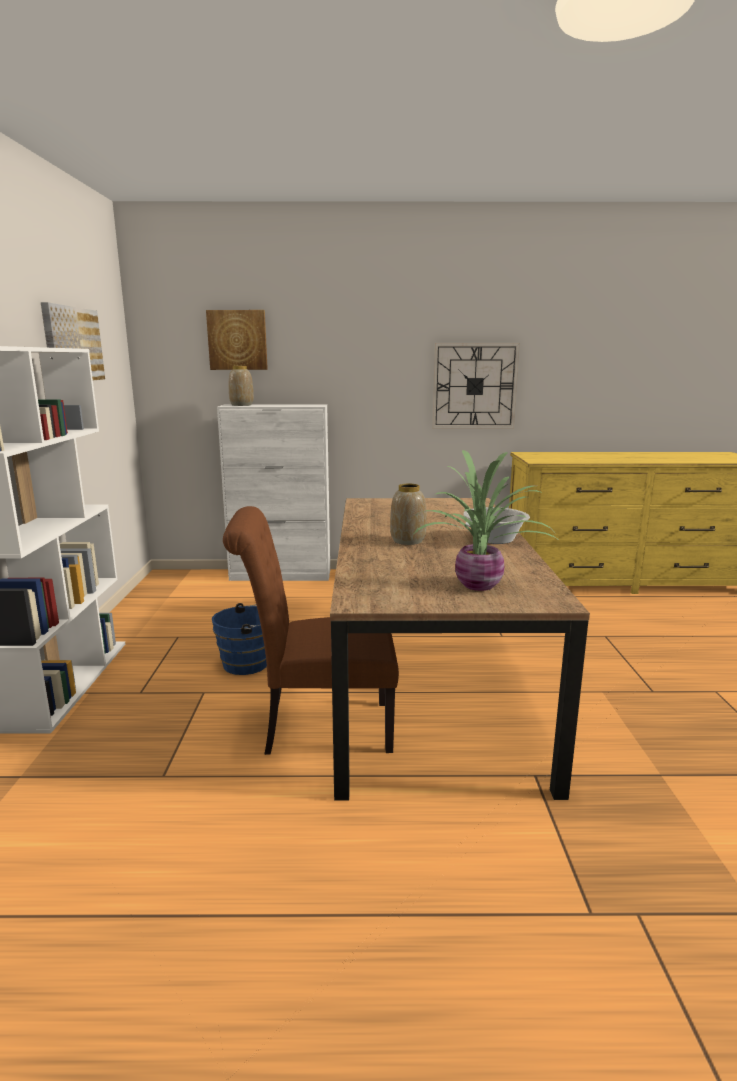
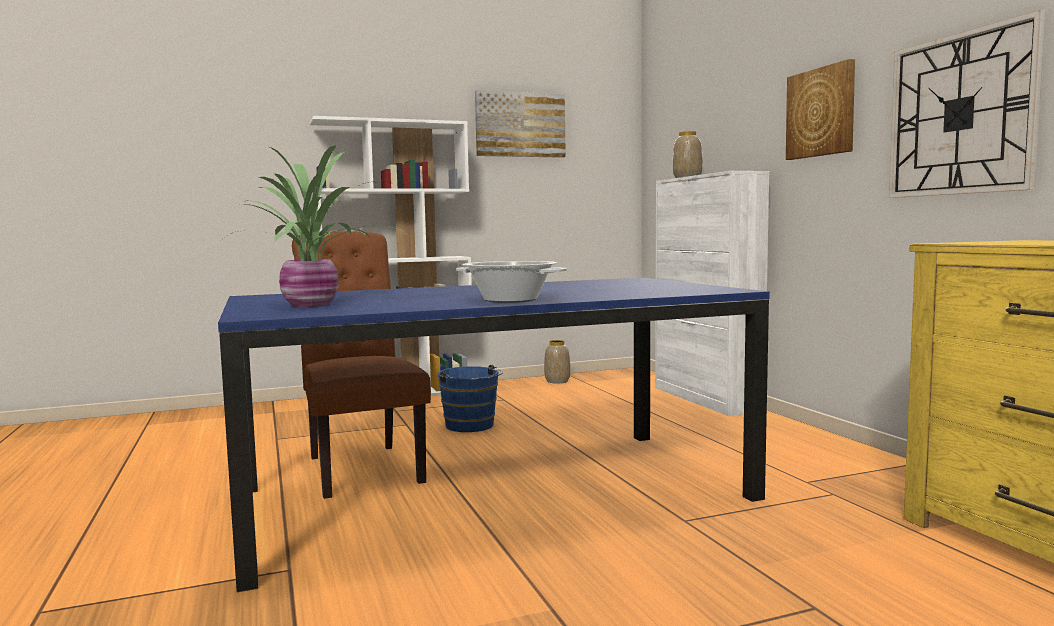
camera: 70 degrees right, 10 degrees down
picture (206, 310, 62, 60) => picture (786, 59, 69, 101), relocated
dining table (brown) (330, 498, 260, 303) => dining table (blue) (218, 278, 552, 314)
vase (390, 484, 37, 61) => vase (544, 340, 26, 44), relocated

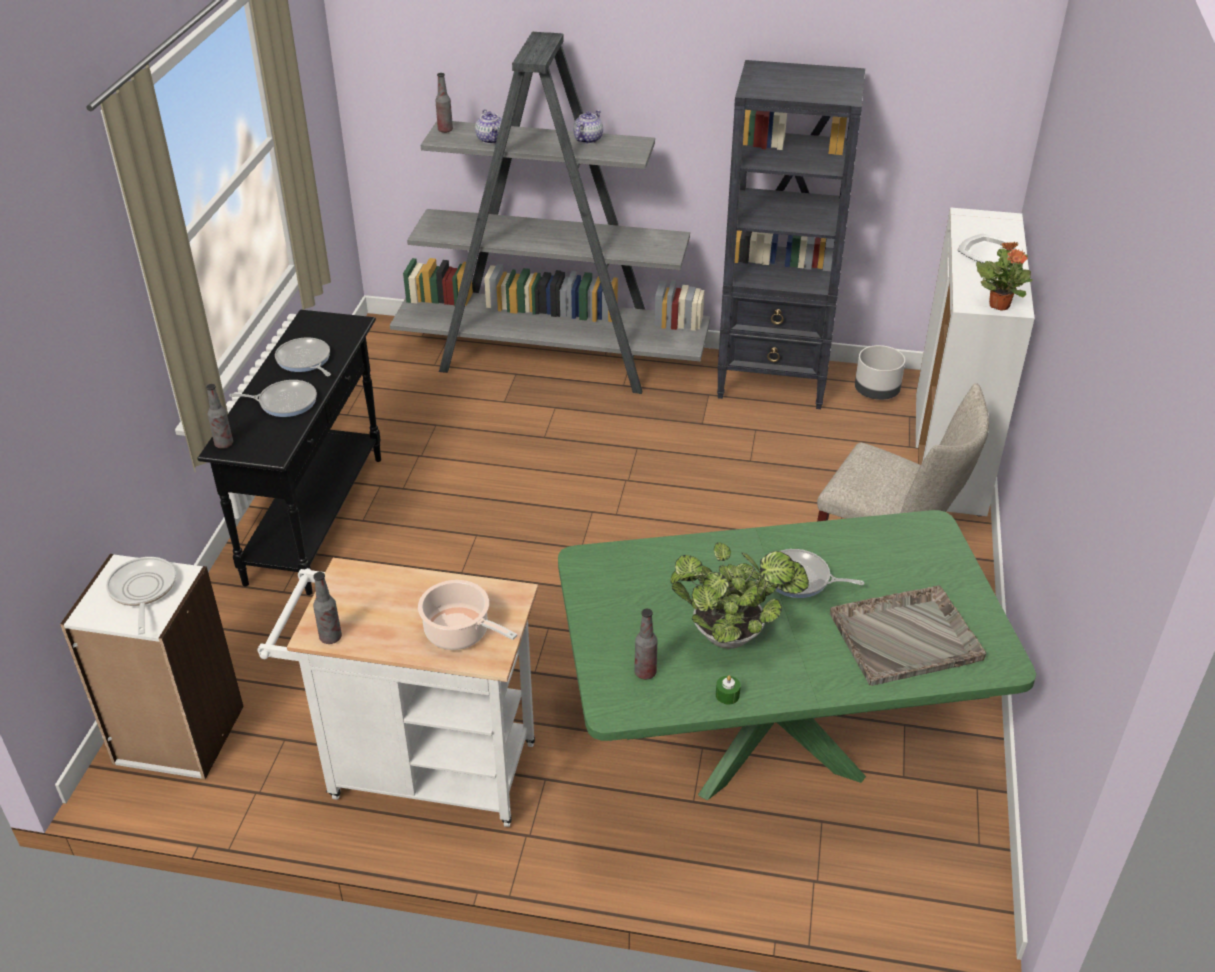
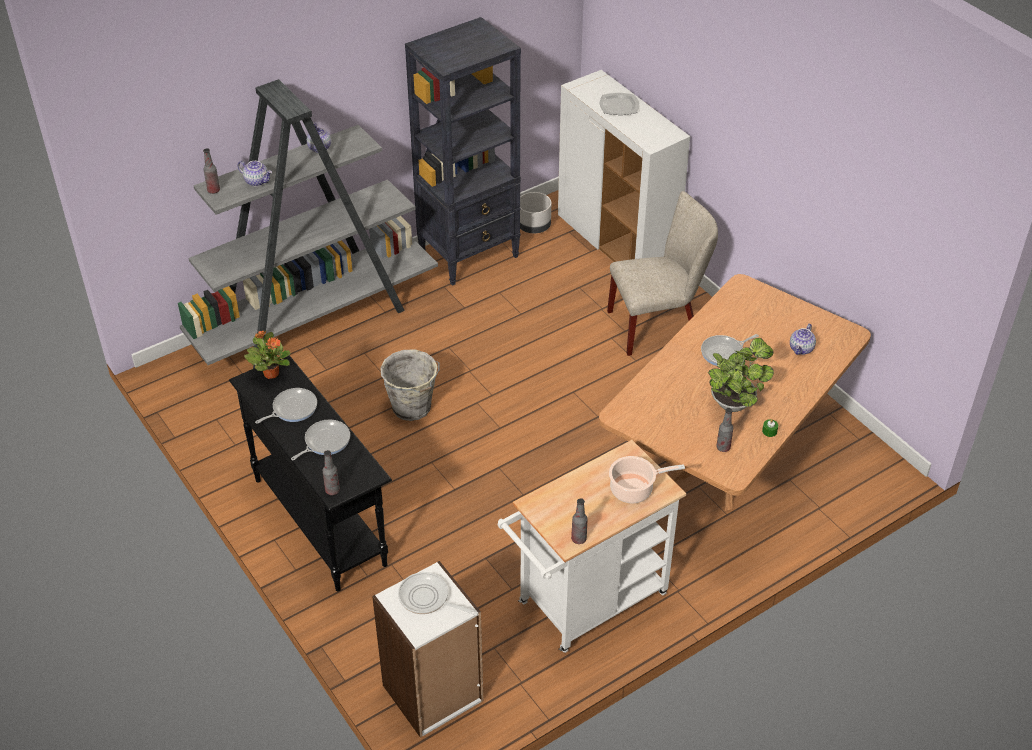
camera: 45 degrees left, 5 degrees up
frying pan (275, 338, 56, 38) => frying pan (255, 388, 62, 35), 135 degrees clockwise
dining table (green) (558, 510, 478, 290) => dining table (brown) (599, 274, 272, 236)
tray (grey) (830, 585, 156, 101) => teapot (790, 324, 26, 31)
potted plant (976, 242, 57, 68) => potted plant (244, 330, 46, 49), relocated
nothing => bucket (grey) (380, 350, 60, 71)

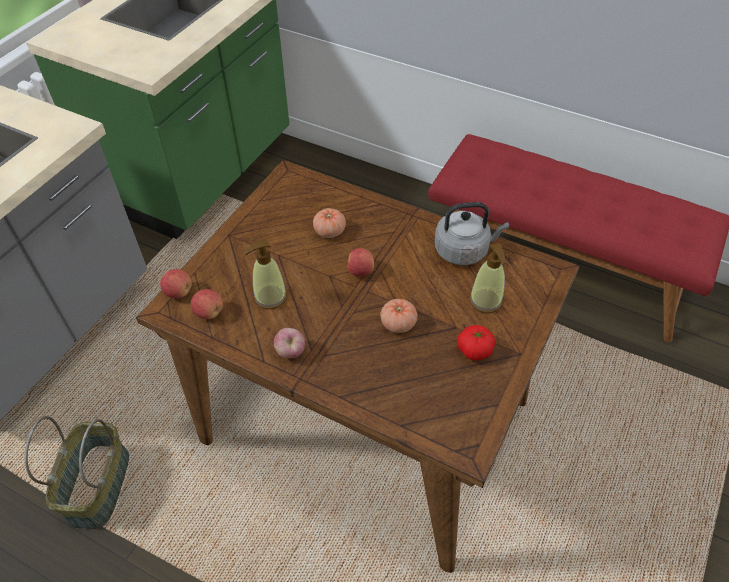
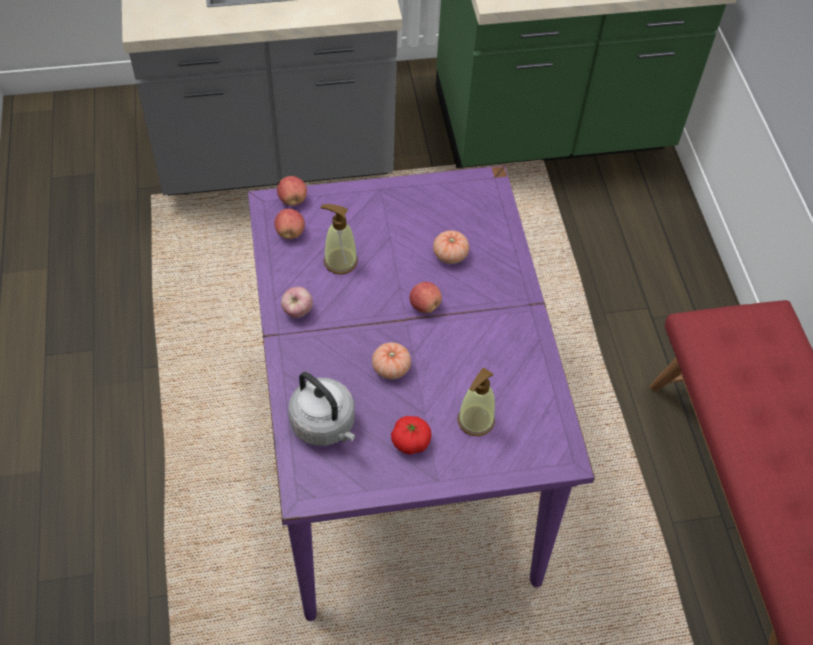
camera: 50 degrees right, 5 degrees up
basket (25, 416, 104, 113) => nothing
dining table (brown) (136, 160, 444, 413) => dining table (purple) (248, 166, 347, 455)
kettle (grey) (434, 202, 75, 63) => kettle (grey) (288, 372, 68, 74), relocated

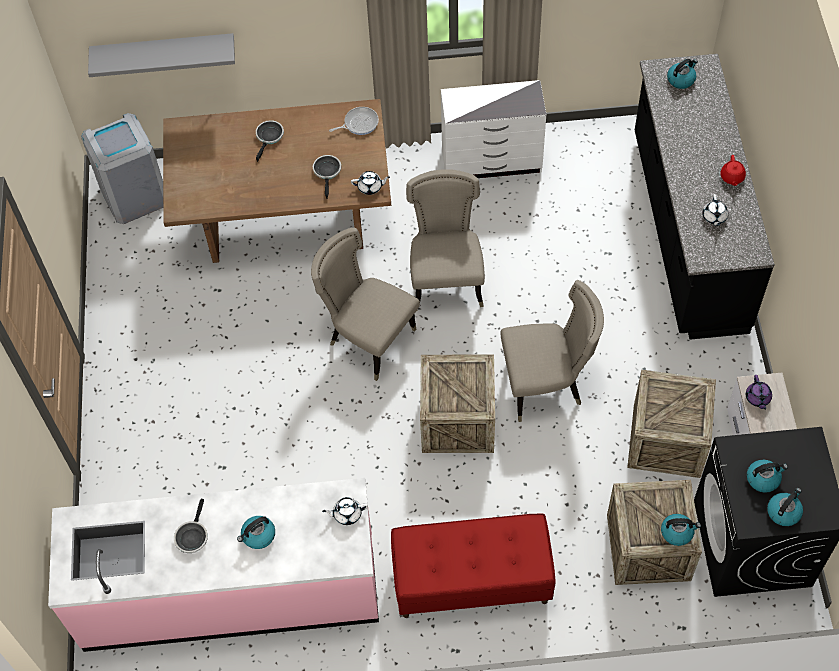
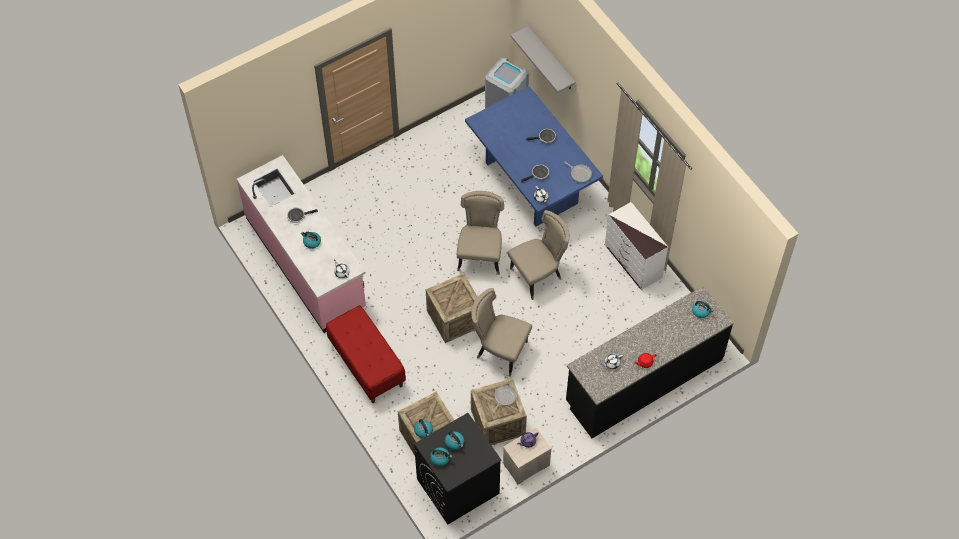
camera: 60 degrees right, 0 degrees up
dining table (brown) (163, 99, 228, 164) => dining table (blue) (465, 86, 138, 141)
chair (beige) (500, 280, 104, 142) => chair (beige) (471, 288, 61, 89), 150 degrees clockwise
nothing => frying pan (493, 385, 24, 27)

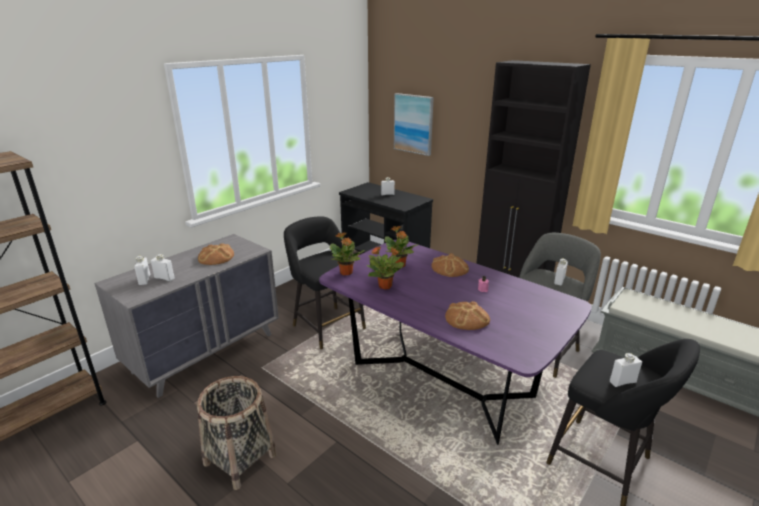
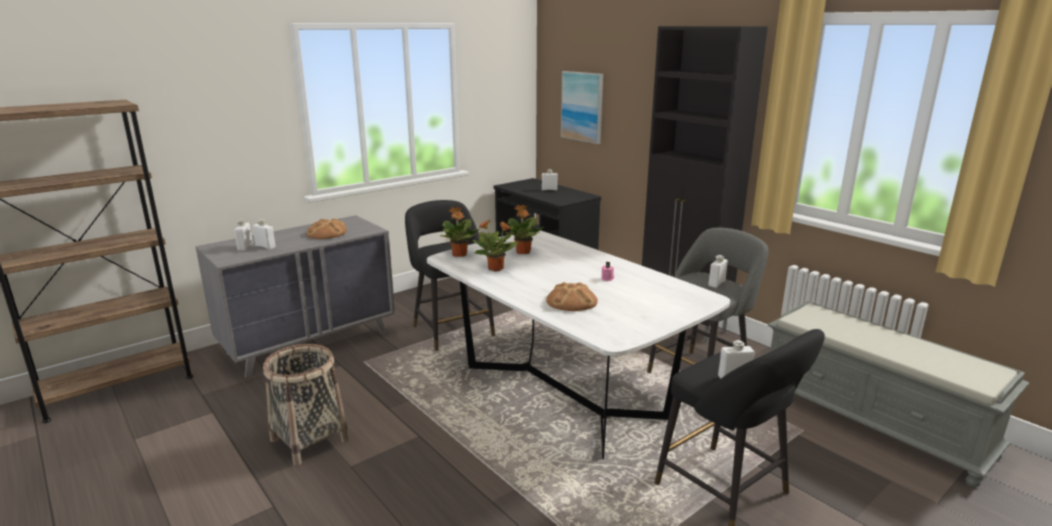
camera: 10 degrees right, 5 degrees down
dining table (purple) (319, 240, 273, 205) => dining table (white) (427, 231, 303, 228)
bread (431, 253, 38, 24) => nothing

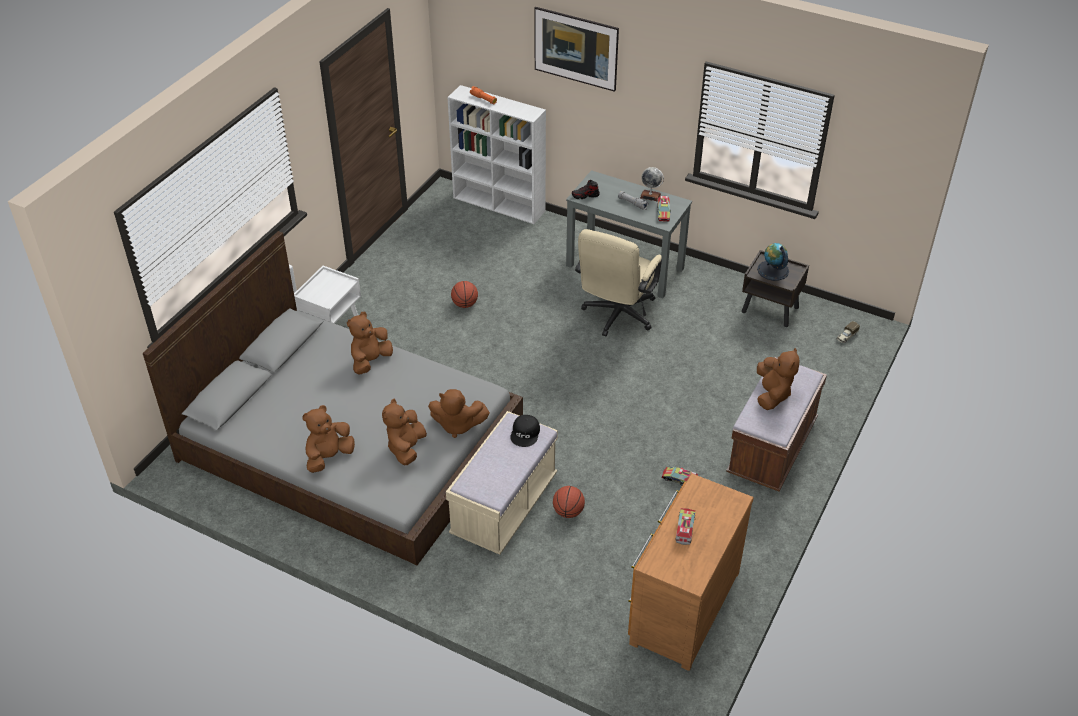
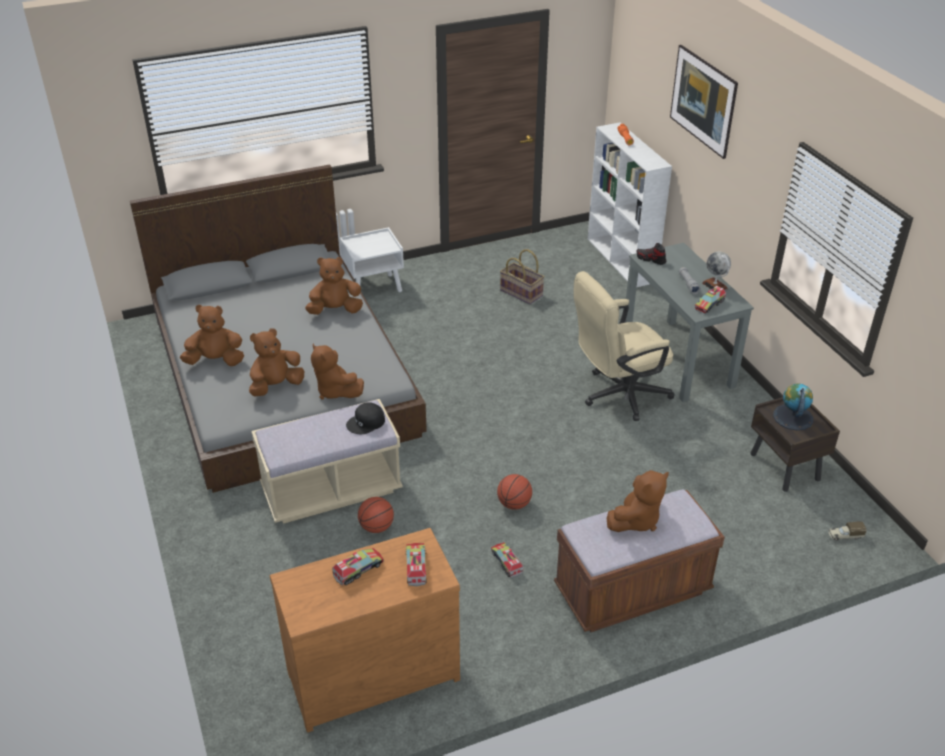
camera: 40 degrees right, 5 degrees down
basketball (451, 281, 27, 27) => basketball (497, 474, 35, 36), relocated
nothing => toy truck (405, 543, 21, 43)
nothing => basket (500, 249, 45, 55)

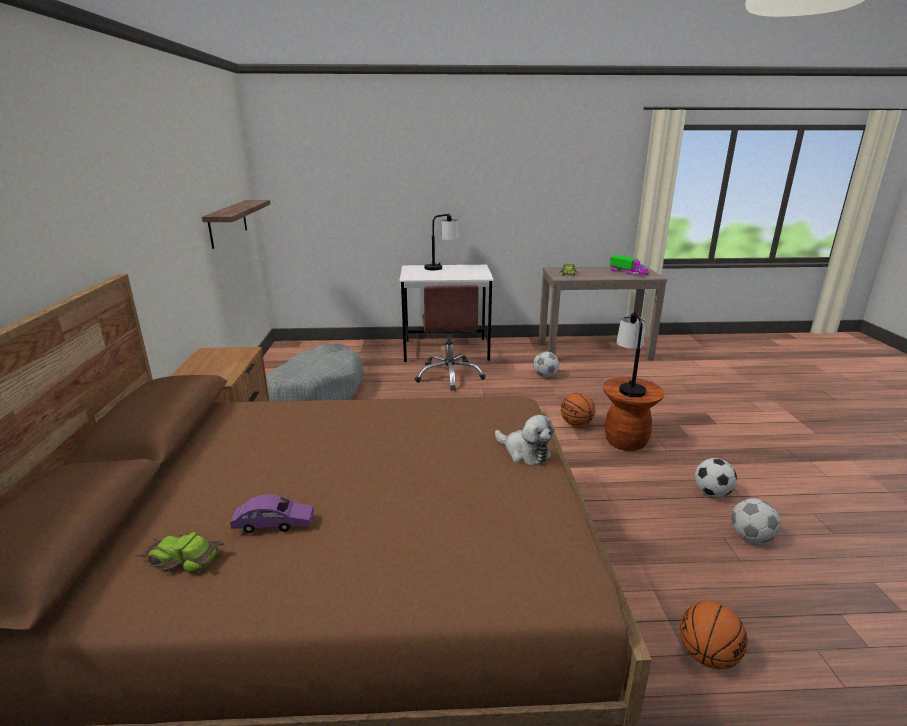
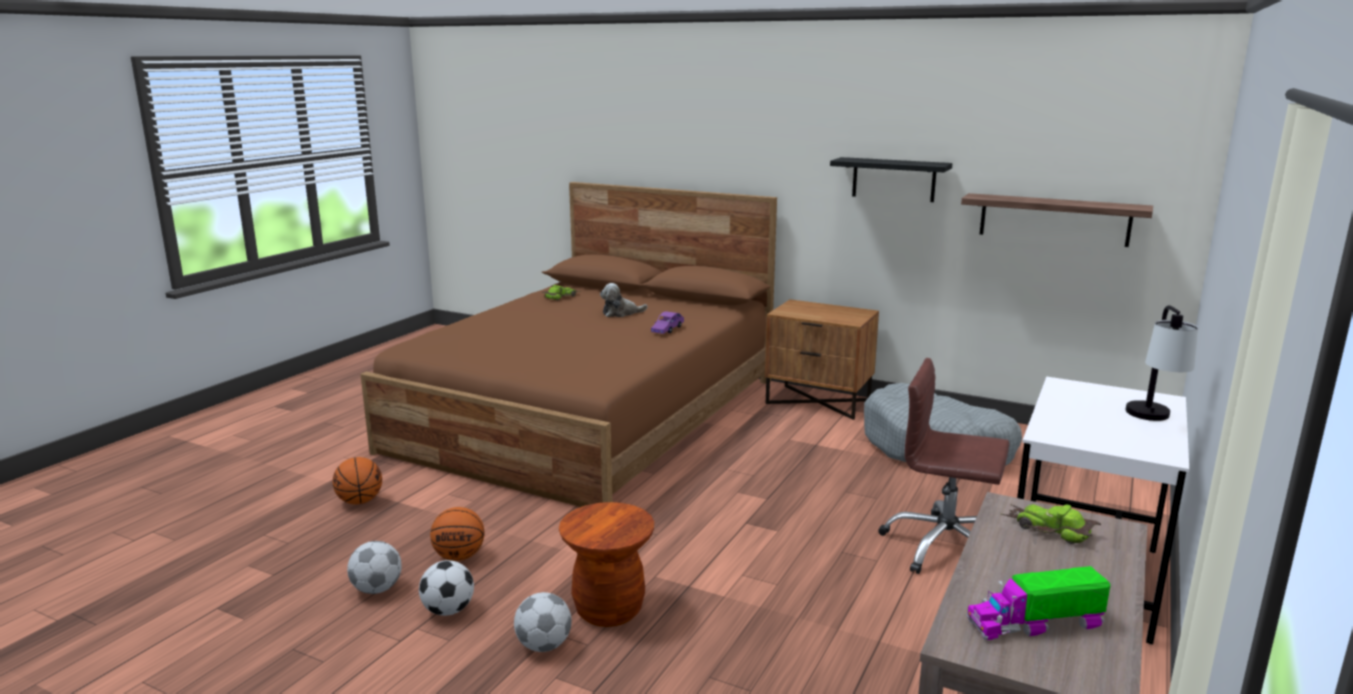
camera: 120 degrees right, 5 degrees down
toy car (purple) (230, 495, 84, 38) => toy car (purple) (651, 311, 33, 23), relocated
plush toy (495, 415, 59, 50) => plush toy (600, 283, 48, 34), relocated
football (533, 352, 26, 25) => football (514, 592, 58, 60), relocated
basketball (561, 393, 34, 34) => basketball (430, 507, 55, 54), relocated
table lamp (616, 312, 30, 85) => nothing
nothing => shelf (black) (830, 157, 123, 45)

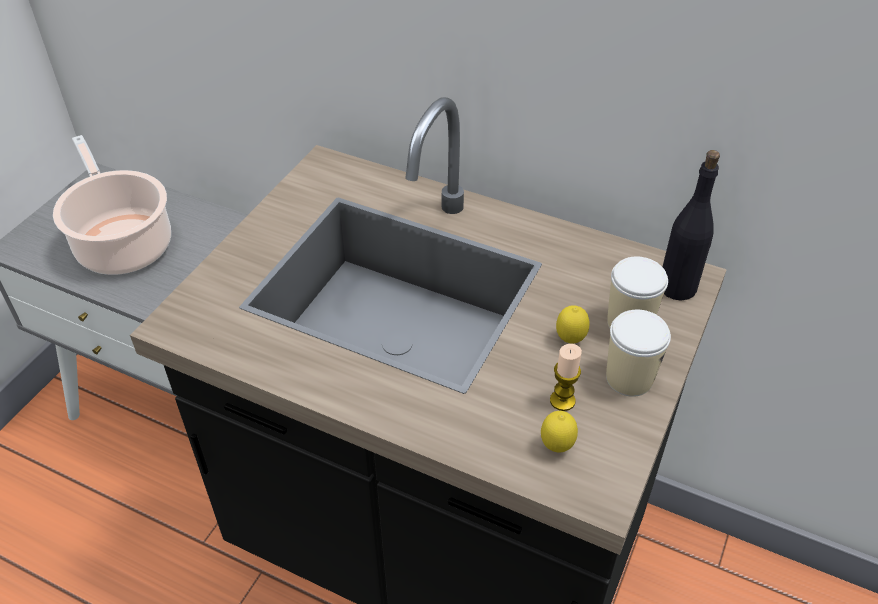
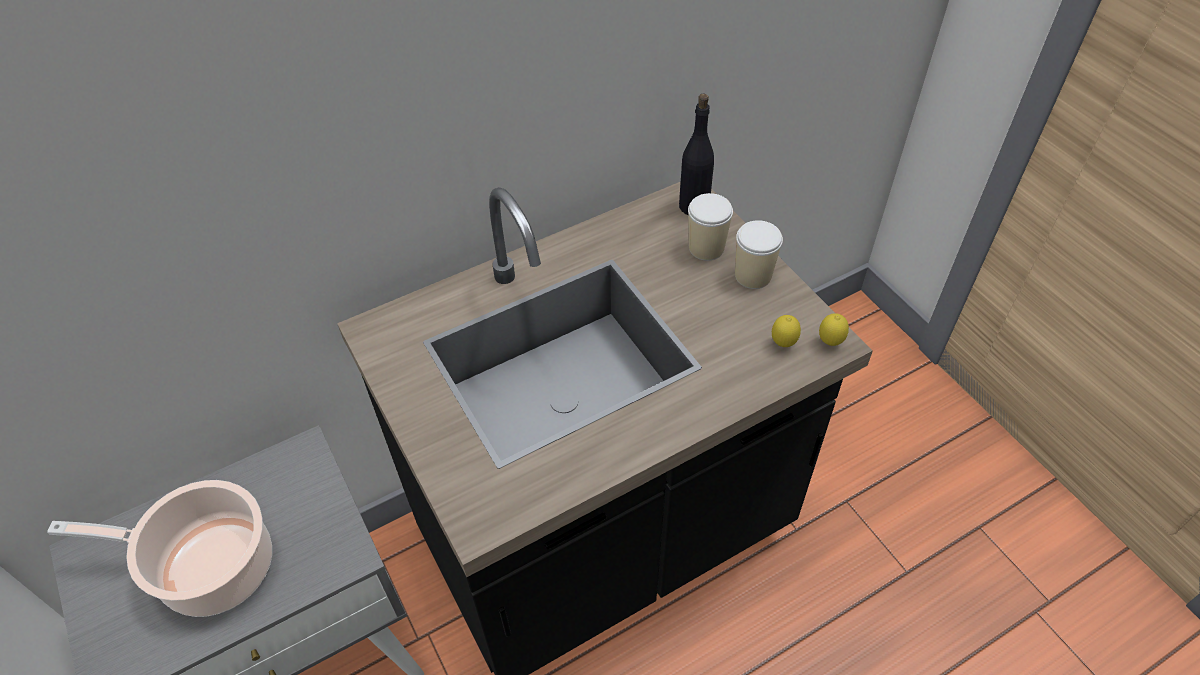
camera: 55 degrees left, 5 degrees up
candle (550, 344, 32, 67) => nothing
lemon (556, 305, 34, 39) => lemon (819, 313, 30, 33), relocated

